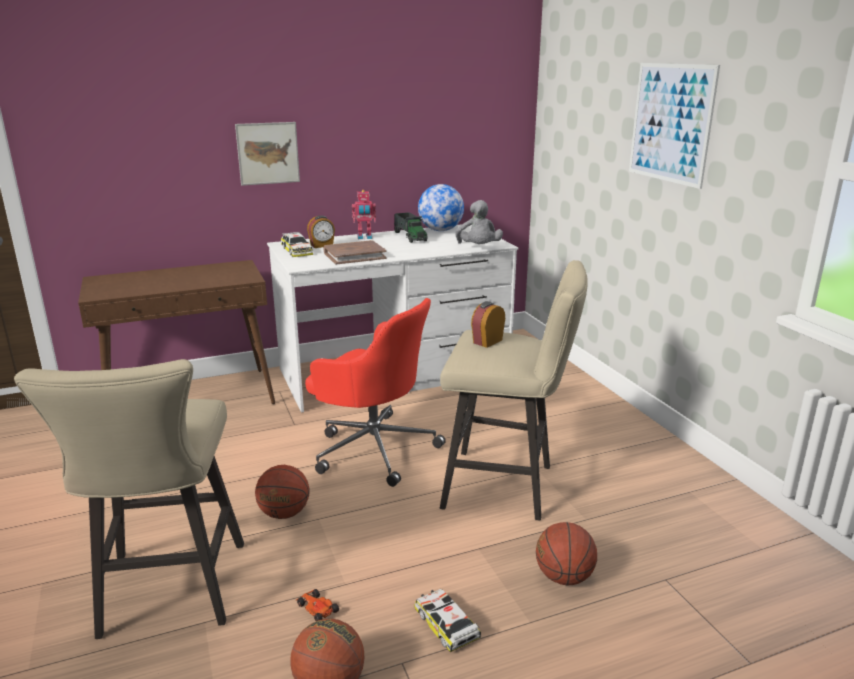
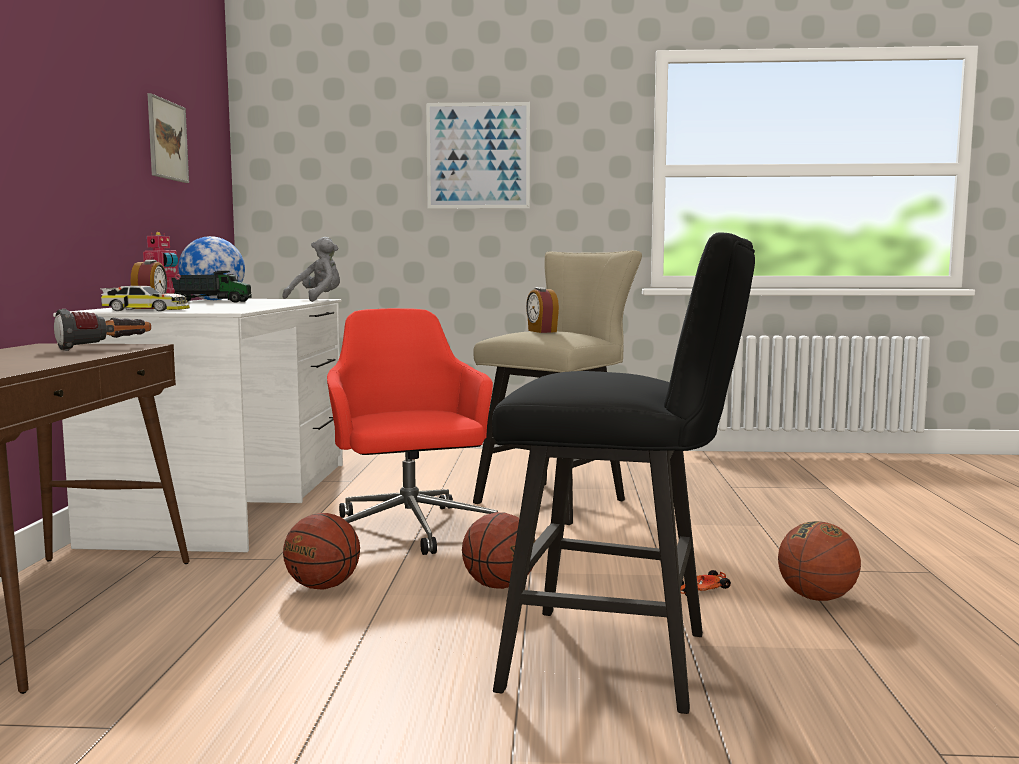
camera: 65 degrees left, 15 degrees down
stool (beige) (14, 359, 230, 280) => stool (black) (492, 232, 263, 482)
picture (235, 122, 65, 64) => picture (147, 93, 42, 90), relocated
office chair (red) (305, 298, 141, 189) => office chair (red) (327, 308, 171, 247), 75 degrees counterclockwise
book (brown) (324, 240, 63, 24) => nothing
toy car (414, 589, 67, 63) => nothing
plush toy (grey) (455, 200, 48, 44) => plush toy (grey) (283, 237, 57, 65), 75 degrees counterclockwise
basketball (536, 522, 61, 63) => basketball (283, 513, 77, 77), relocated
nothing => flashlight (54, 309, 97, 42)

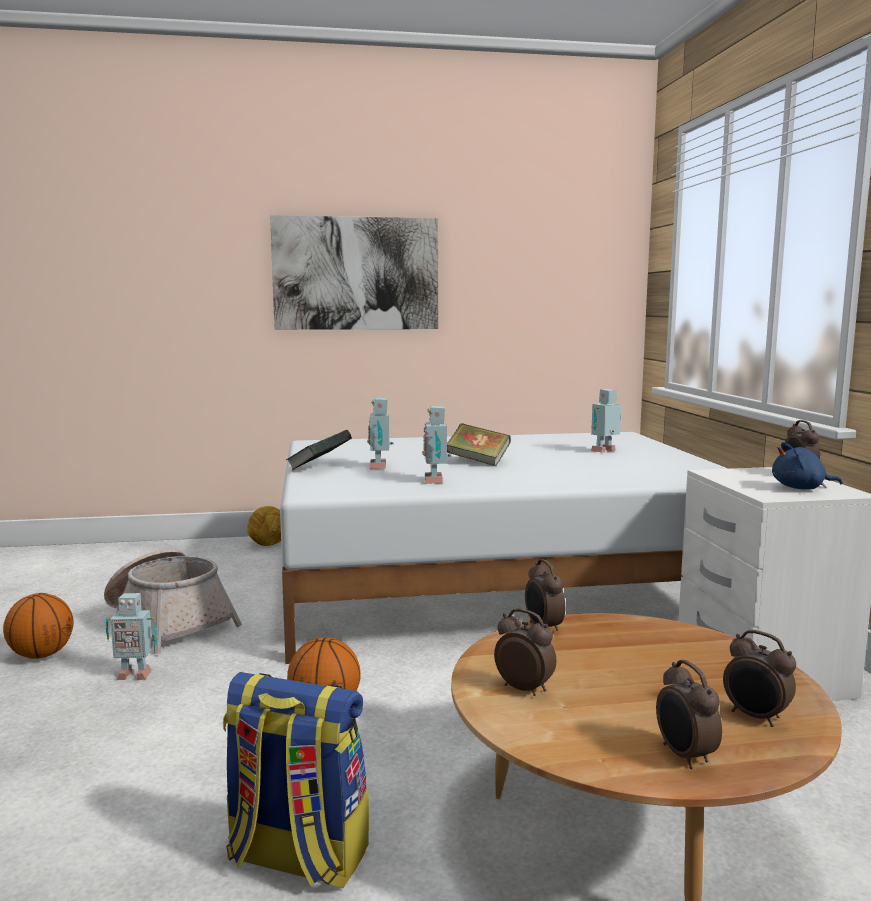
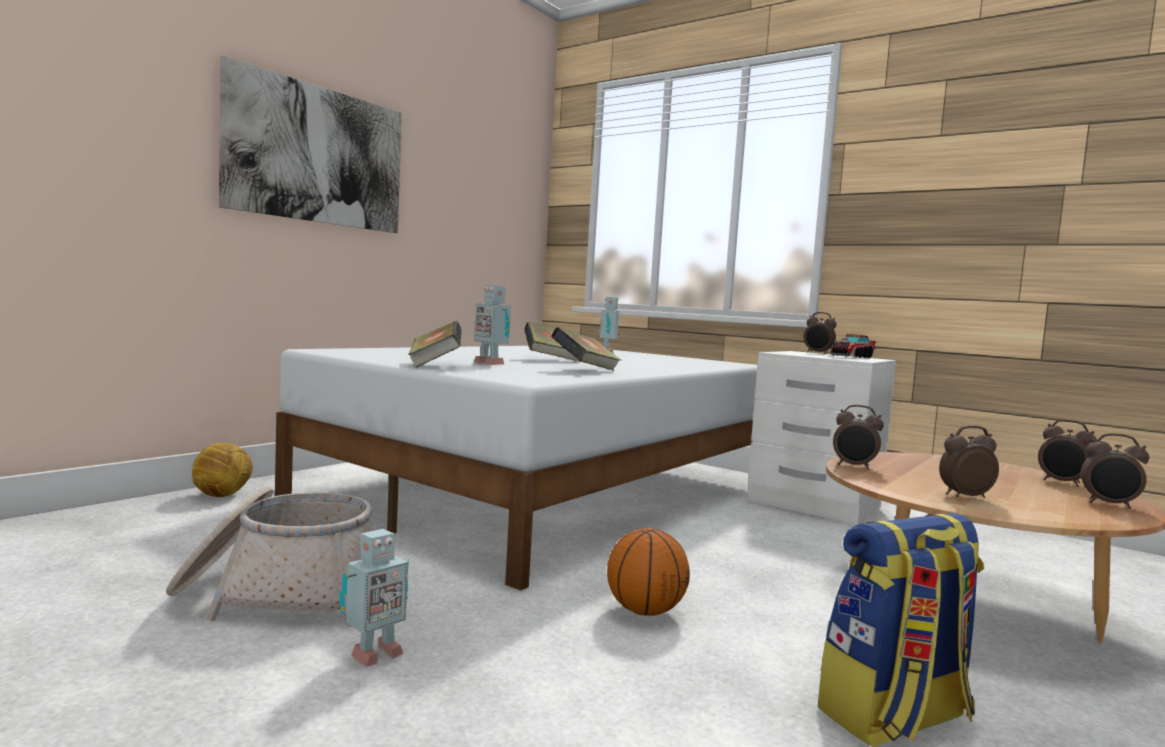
camera: 45 degrees left, 5 degrees down
basketball (3, 593, 71, 66) => nothing
toy robot (422, 406, 29, 78) => book (551, 327, 70, 44)
alarm clock (723, 630, 73, 97) => alarm clock (1038, 419, 59, 68), 45 degrees clockwise
plush toy (blue) (772, 442, 70, 47) => toy truck (830, 334, 46, 25)

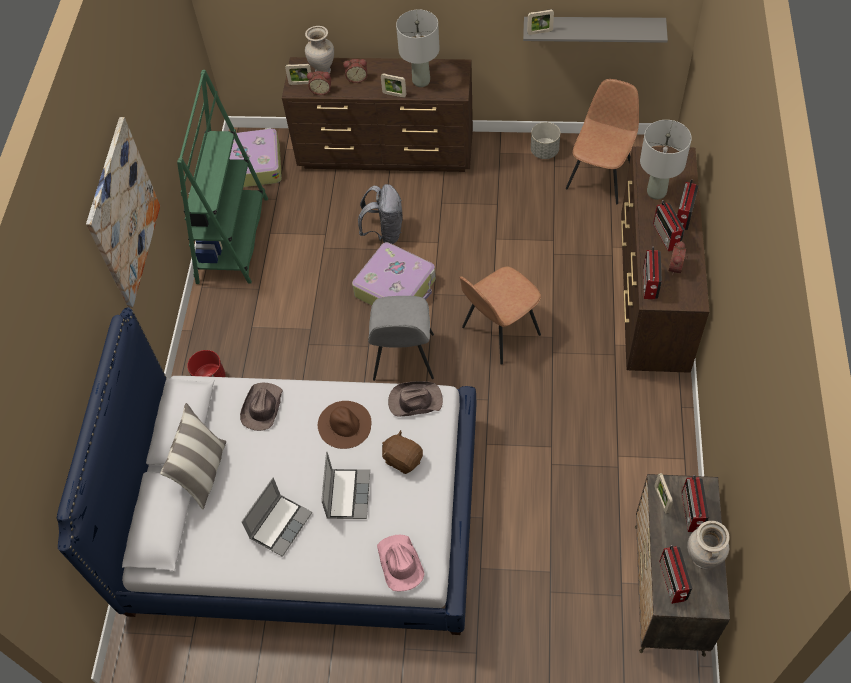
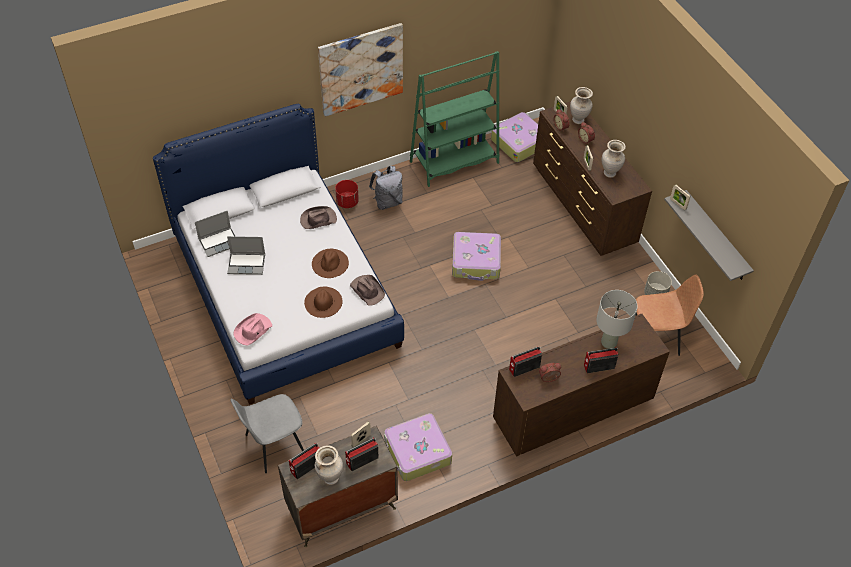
camera: 55 degrees right, 5 degrees down
pillow (160, 403, 66, 106) => nothing
laptop (321, 452, 49, 67) => laptop (195, 211, 40, 46), relocated
backpack (grey) (358, 184, 45, 60) => backpack (grey) (369, 166, 34, 44), relocated
chair (grey) (368, 296, 66, 85) => chair (grey) (231, 394, 73, 79), relocated
plush toy (brown) (382, 430, 41, 44) => hat (brown) (304, 287, 38, 31)
table lamp (grey) (396, 10, 44, 77) => vase (beige) (602, 140, 24, 38)
chair (brown) (460, 266, 81, 99) => nothing
radio (653, 200, 32, 51) => nothing
nothing => suitcase (384, 413, 68, 68)

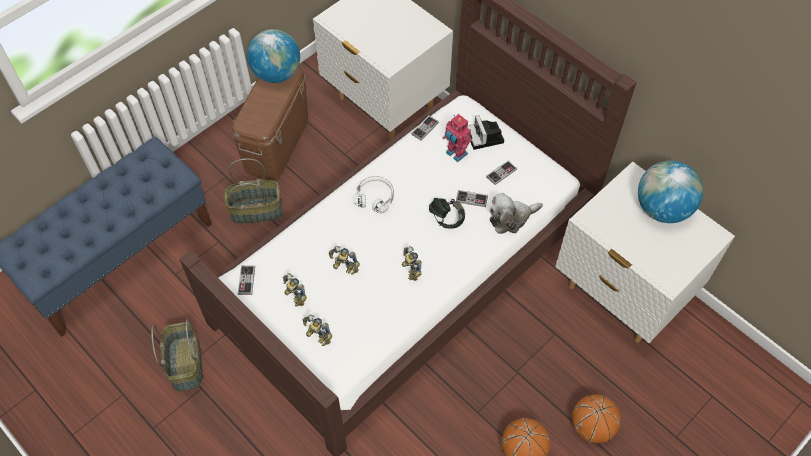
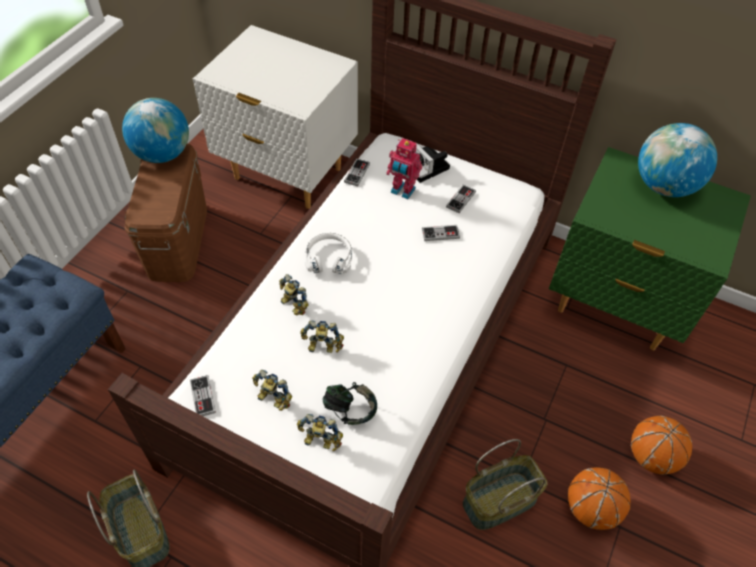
camera: 20 degrees left, 5 degrees down
basket (224, 158, 58, 66) => basket (463, 439, 84, 91), relocated
toy robot (402, 246, 20, 35) => toy robot (279, 274, 30, 42), relocated
headphones (429, 198, 36, 31) => headphones (322, 382, 55, 43), relocated
plush toy (489, 193, 54, 41) => nothing
nightstand (white) (556, 162, 179, 181) => nightstand (green) (549, 147, 202, 203)

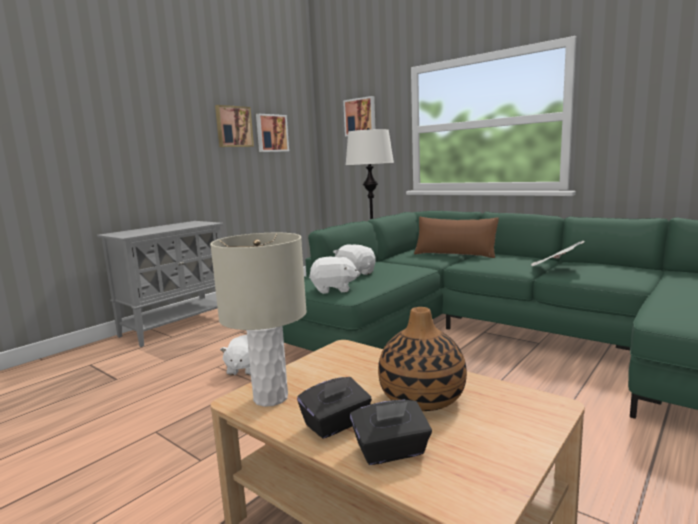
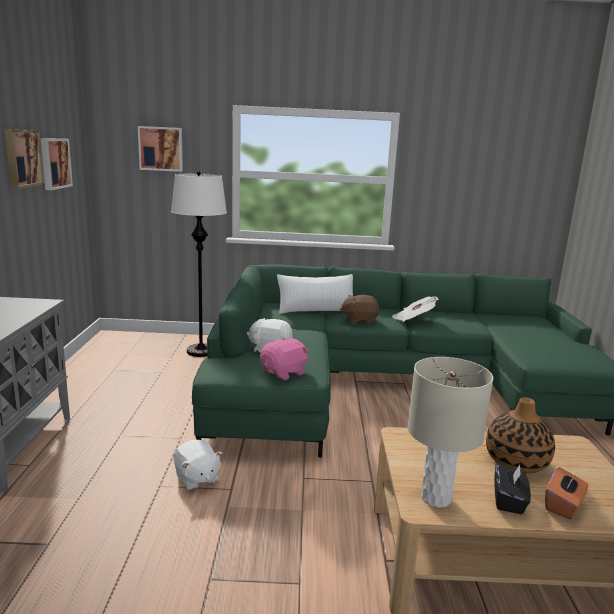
camera: 40 degrees left, 5 degrees up
plush toy (white) (309, 257, 51, 37) => plush toy (pink) (260, 337, 48, 43)
tissue box (black) (350, 400, 82, 65) => tissue box (orange) (545, 467, 43, 52)
pillow (brown) (414, 217, 85, 41) => pillow (white) (277, 274, 76, 40)
nothing => plush toy (brown) (340, 295, 39, 29)

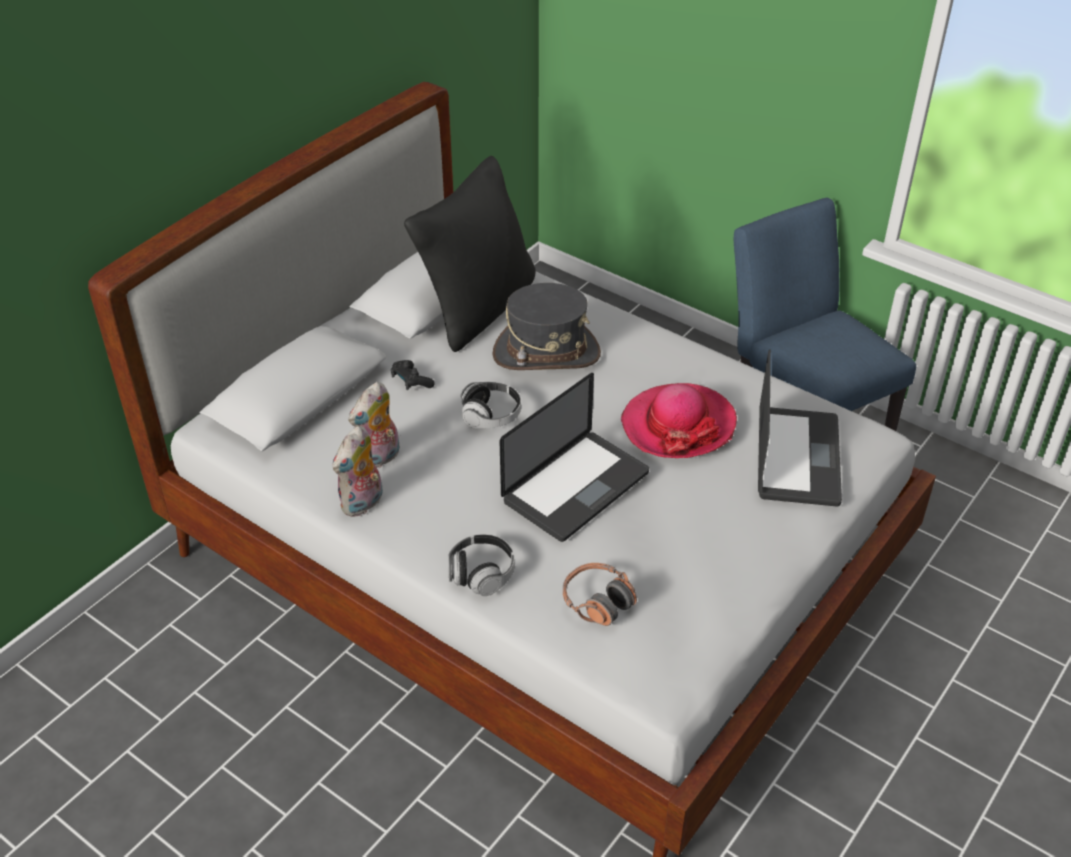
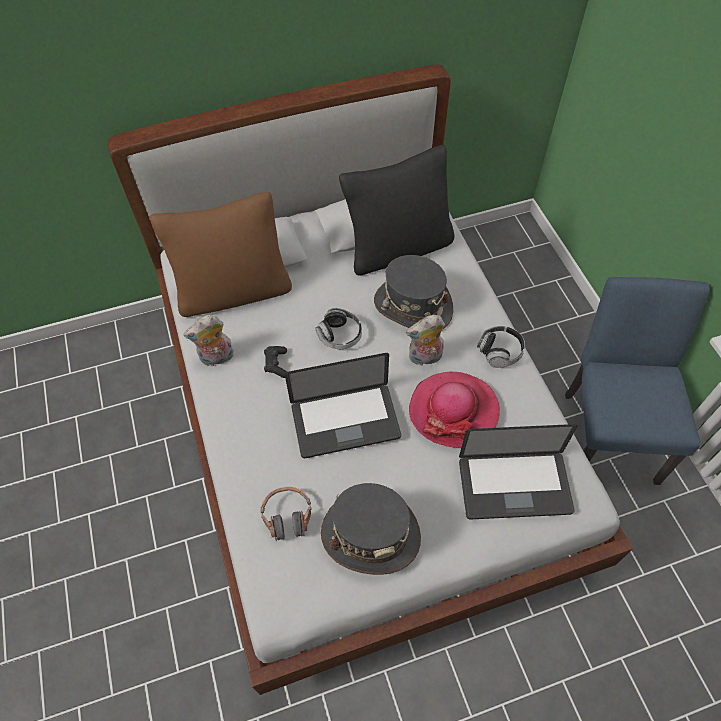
camera: 35 degrees right, 15 degrees up
plush toy (348, 382, 52, 86) => plush toy (406, 315, 39, 51), relocated
game controller (black) (391, 360, 44, 30) => game controller (black) (264, 346, 23, 32), relocated
headphones (448, 534, 67, 62) => headphones (477, 326, 48, 42), relocated
laptop (758, 349, 84, 157) => laptop (459, 424, 119, 95), 45 degrees clockwise
nothing => pillow (brown) (150, 192, 142, 125)
nothing => hat (grey) (321, 483, 100, 92)

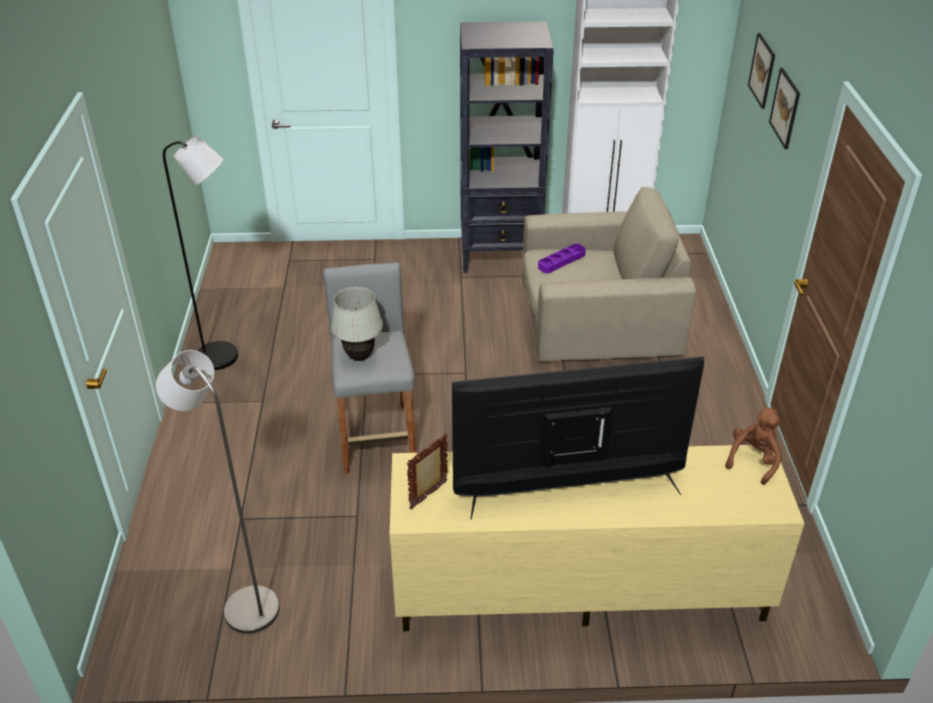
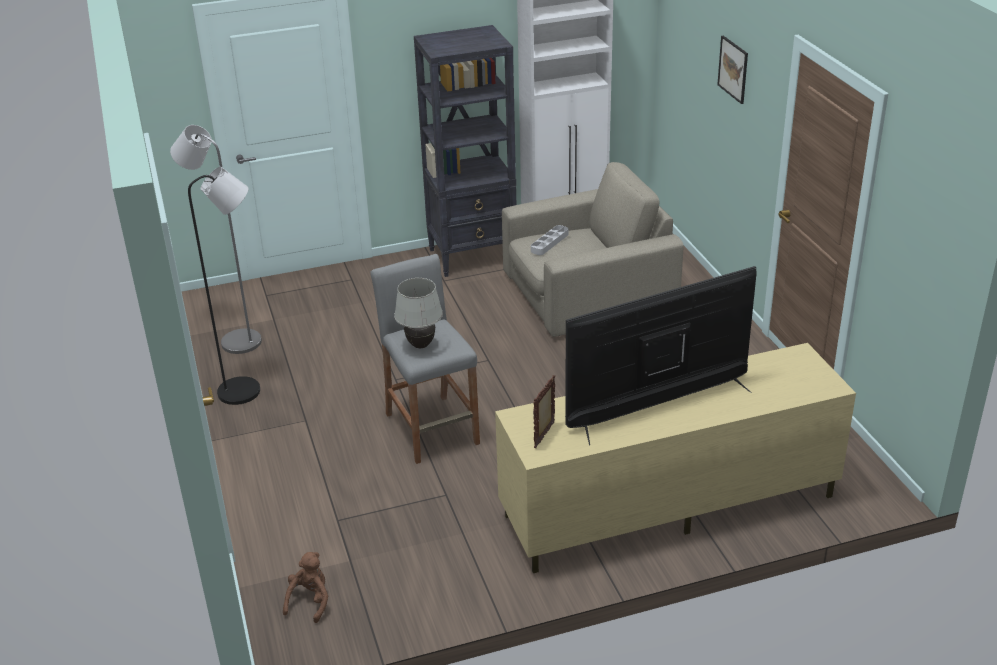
camera: 15 degrees left, 5 degrees down
floor lamp (grey) (156, 350, 124, 284) => floor lamp (grey) (170, 125, 92, 229), relocated
tray (purple) (538, 243, 48, 30) => tray (grey) (531, 225, 37, 30)
plush toy (brown) (725, 408, 56, 77) => plush toy (brown) (283, 552, 45, 71), relocated
picture (748, 33, 27, 76) => nothing

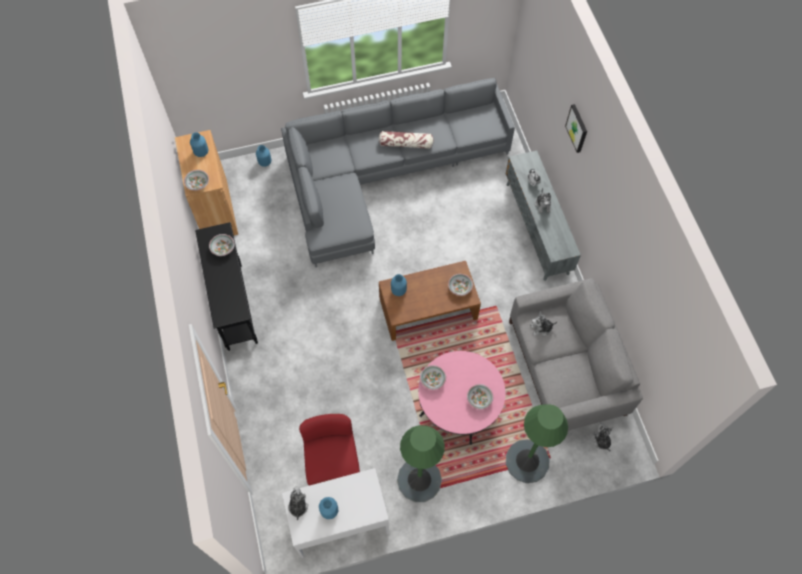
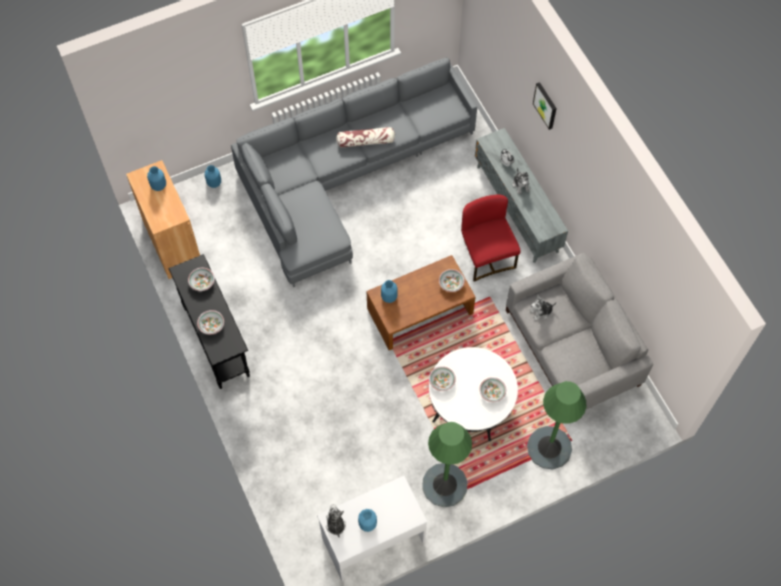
camera: 10 degrees left, 0 degrees up
bowl (184, 170, 25, 21) => bowl (197, 310, 27, 25), relocated
chair (red) (299, 414, 61, 71) => chair (red) (461, 195, 60, 87), relocated
coffee table (pink) (418, 351, 88, 94) => coffee table (white) (429, 347, 89, 94)
plush toy (591, 423, 22, 28) => nothing

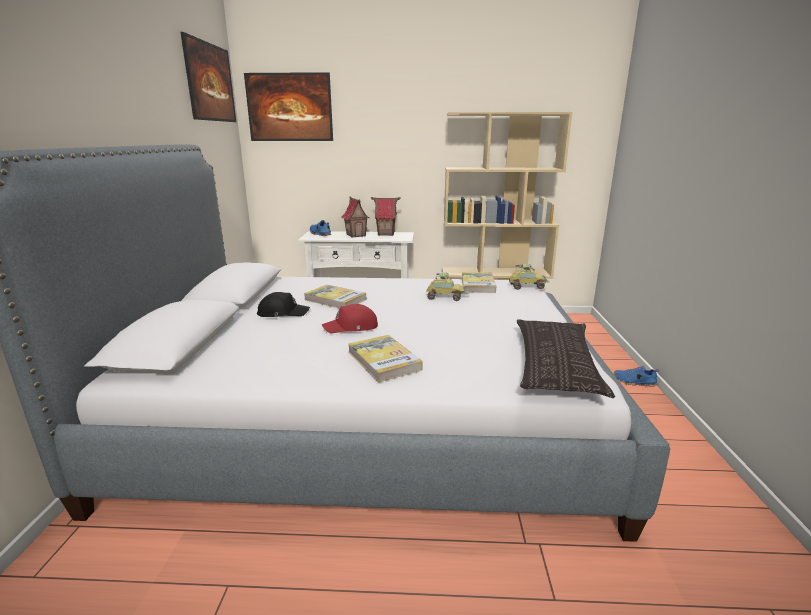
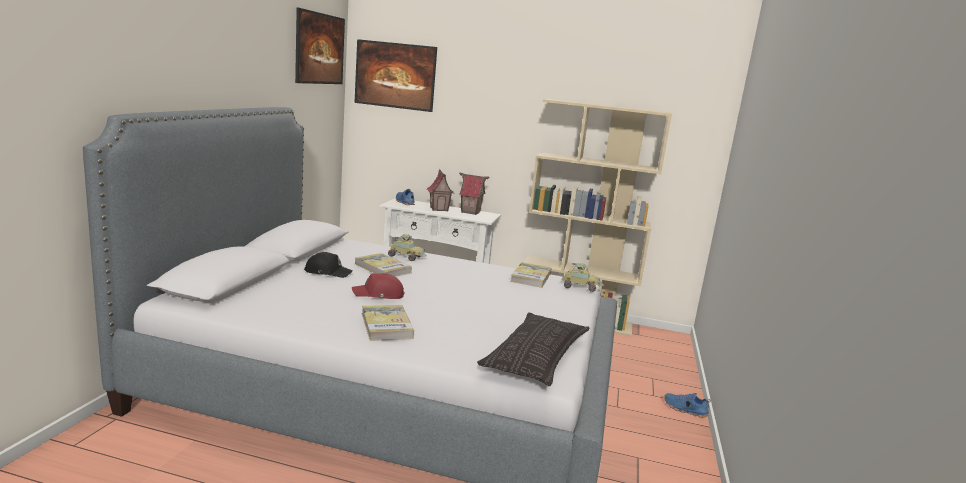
camera: 10 degrees right, 5 degrees down
toy car (426, 273, 44, 28) => toy car (388, 234, 39, 27), relocated

